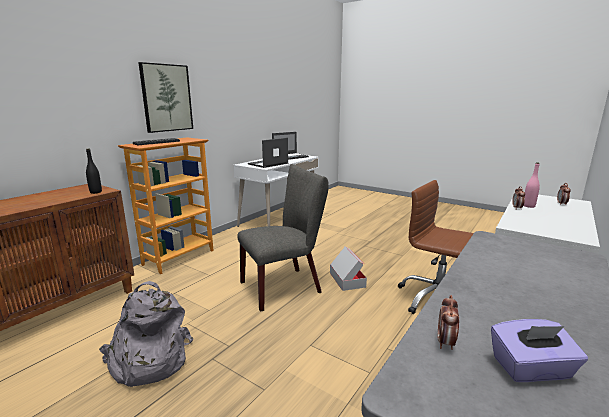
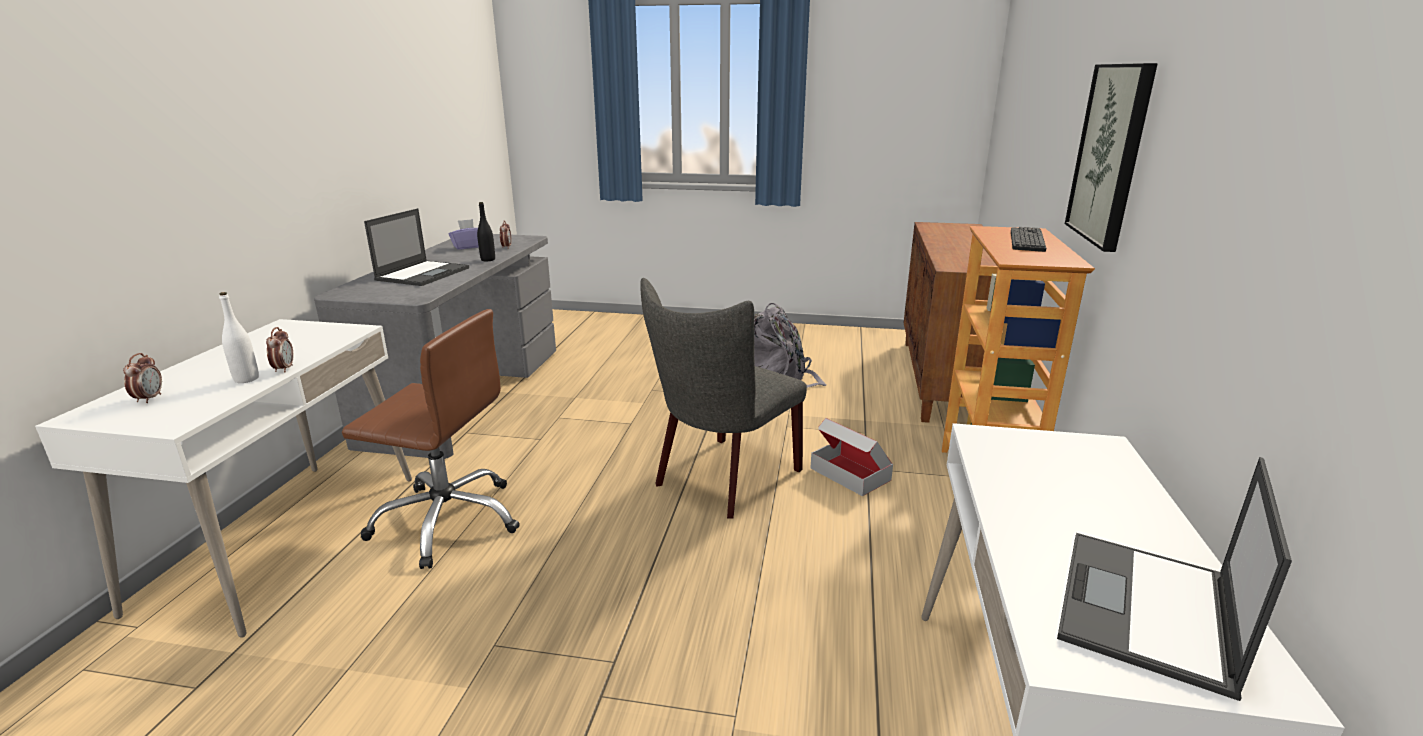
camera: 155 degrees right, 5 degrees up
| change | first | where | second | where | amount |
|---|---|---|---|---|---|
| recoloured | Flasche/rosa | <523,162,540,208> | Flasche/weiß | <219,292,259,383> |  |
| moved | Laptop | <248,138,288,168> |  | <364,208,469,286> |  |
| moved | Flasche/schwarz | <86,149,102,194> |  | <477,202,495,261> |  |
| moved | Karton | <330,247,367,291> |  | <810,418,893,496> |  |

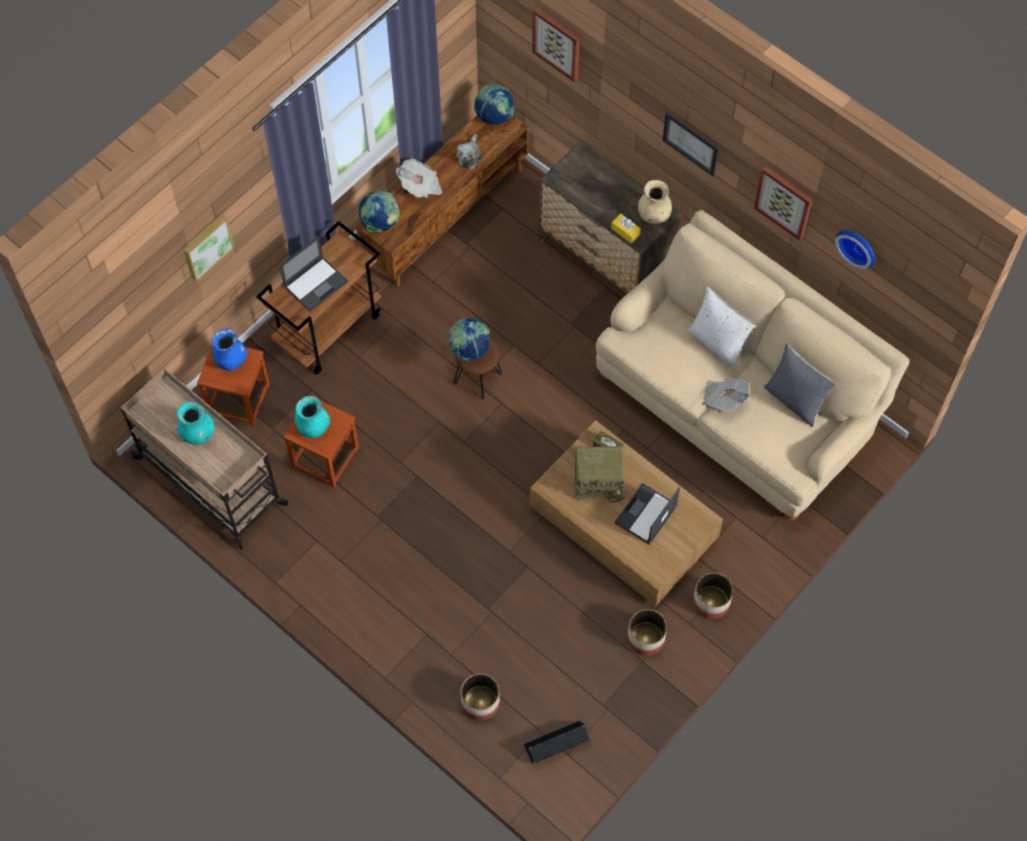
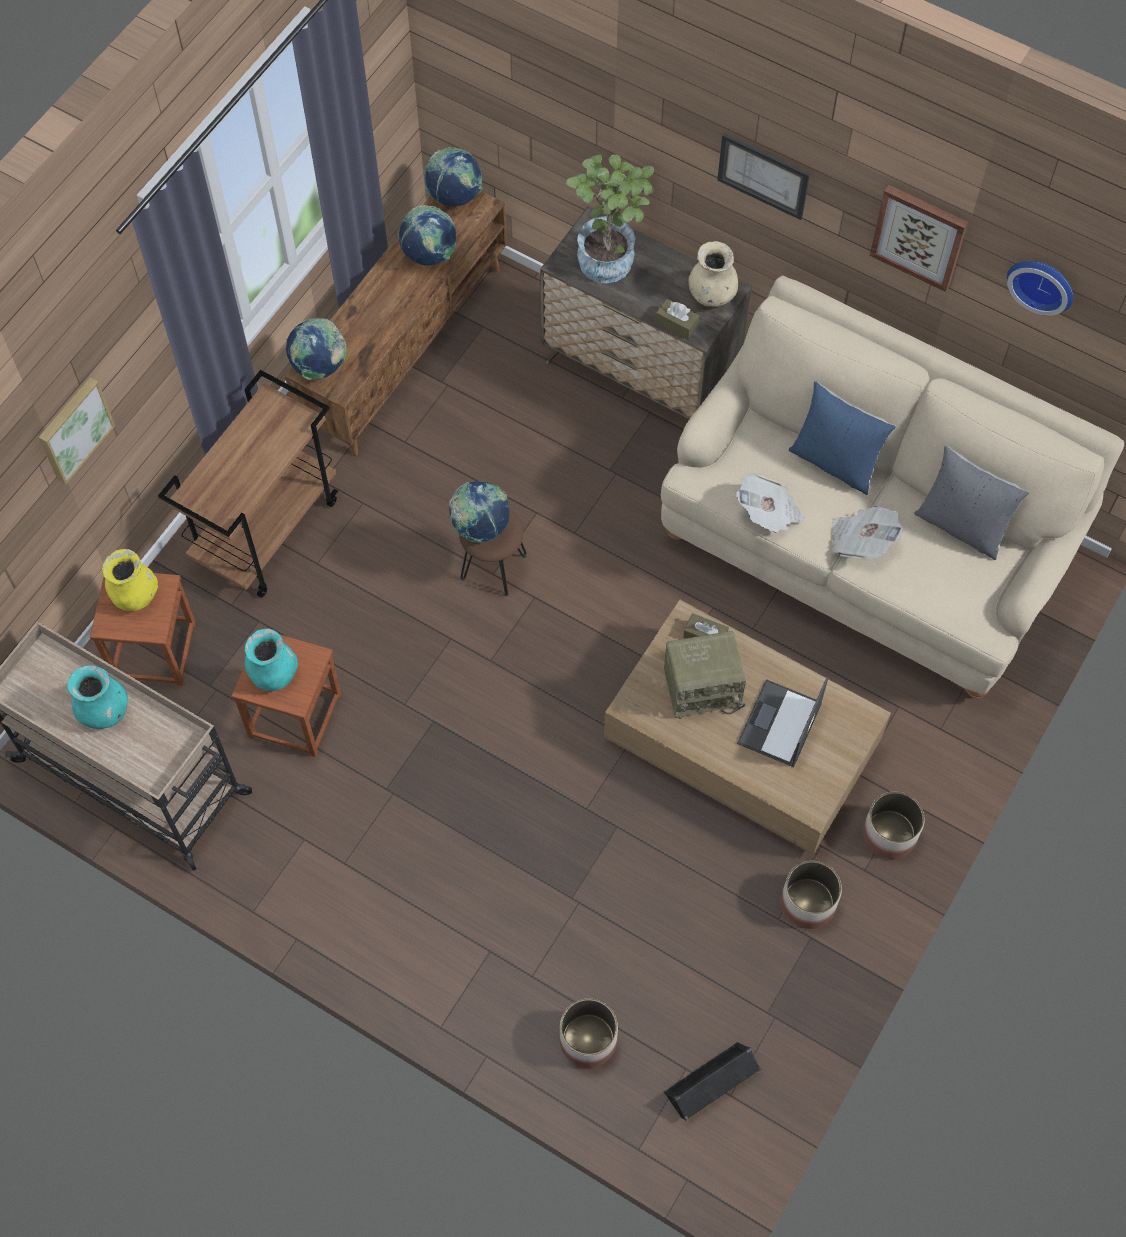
camera: 10 degrees left, 0 degrees up
| change | first | where | second | where | amount |
|---|---|---|---|---|---|
| recoloured | Vase/blau | <212,329,247,371> | Vase/gelb | <102,549,158,611> |  |
| replaced | Plüschtier | <456,134,483,169> | Globus | <398,205,456,266> |  |
| added |  |  | Topfpflanze | <566,155,654,283> |  |
| recoloured | Taschentuchbox/gelb | <611,214,641,243> | Taschentuchbox/braun | <656,299,700,339> |  |
| moved | Zeitung | <396,159,442,198> |  | <736,473,804,533> |  |
| recoloured | Kissen/weiß | <687,286,756,369> | Kissen/blau | <789,381,896,495> |  |
| removed | Laptop | <280,236,348,312> |  |  |  |
| removed | Bild | <532,7,580,82> |  |  |  |

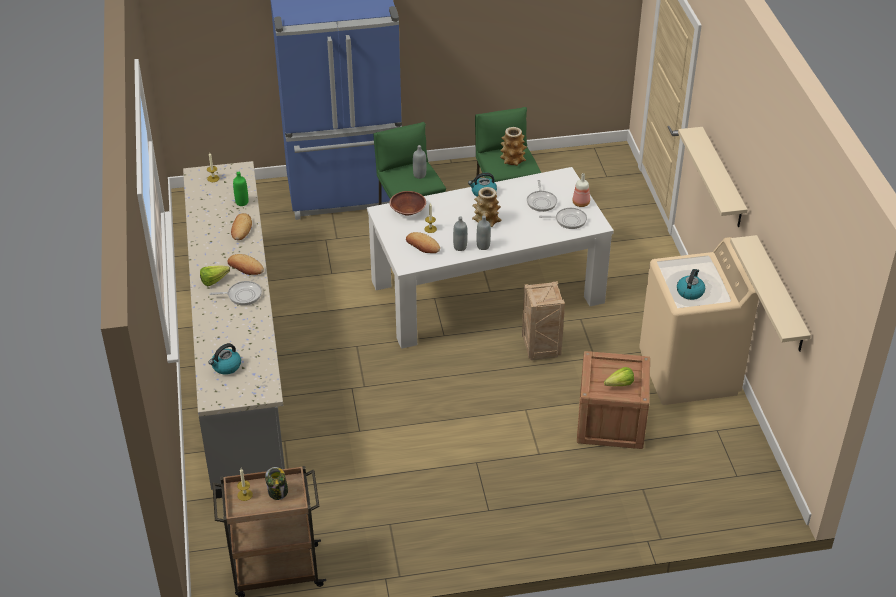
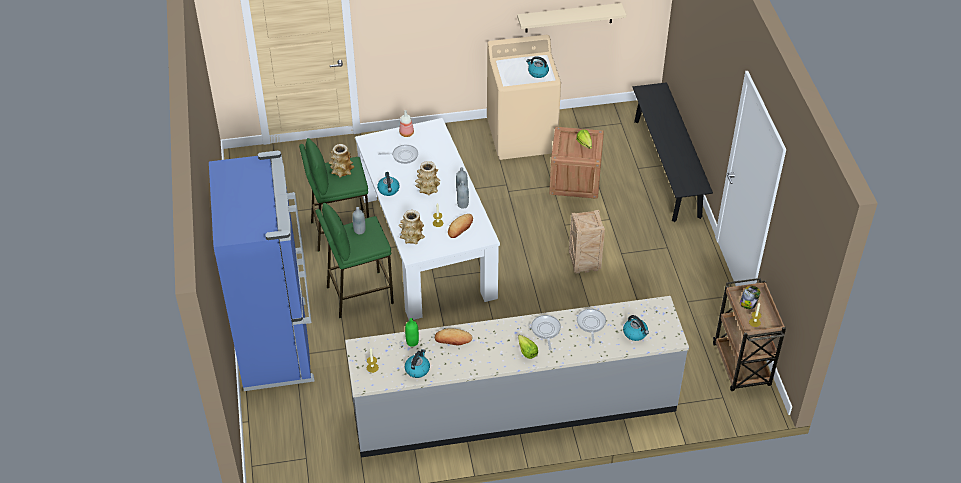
camera: 90 degrees left, 5 degrees up
| change | first | where | second | where | amount |
|---|---|---|---|---|---|
| replaced | Schüssel/braun | <389,191,426,216> | Vase | <399,210,425,244> |  |
| added |  |  | Wasserkessel | <405,349,430,378> |  |
| moved | Kiste | <522,281,565,360> |  | <569,210,605,273> |  |
| moved | Pfanne | <539,208,587,229> |  | <577,309,606,344> |  |
| added |  |  | Bank/schwarz | <633,82,713,222> |  |
| removed | Brot | <227,254,264,275> |  |  |  |
| removed | Wandregal/beige | <678,127,748,227> |  |  |  |

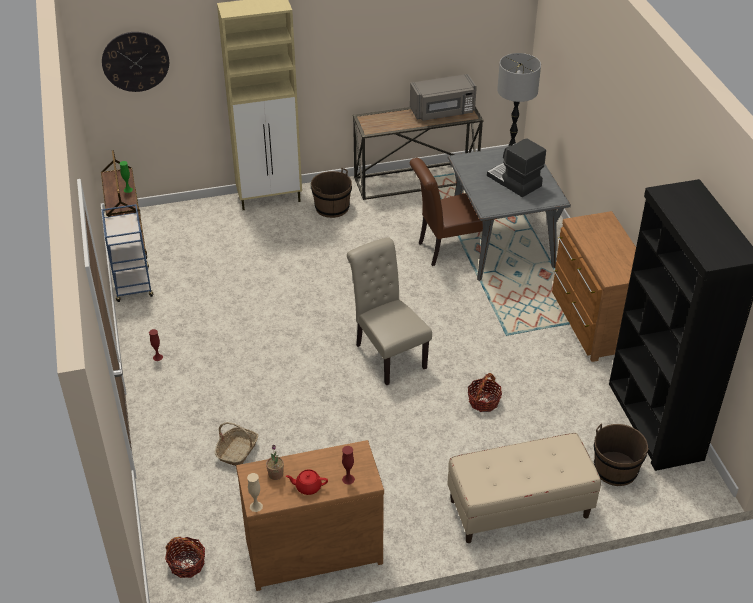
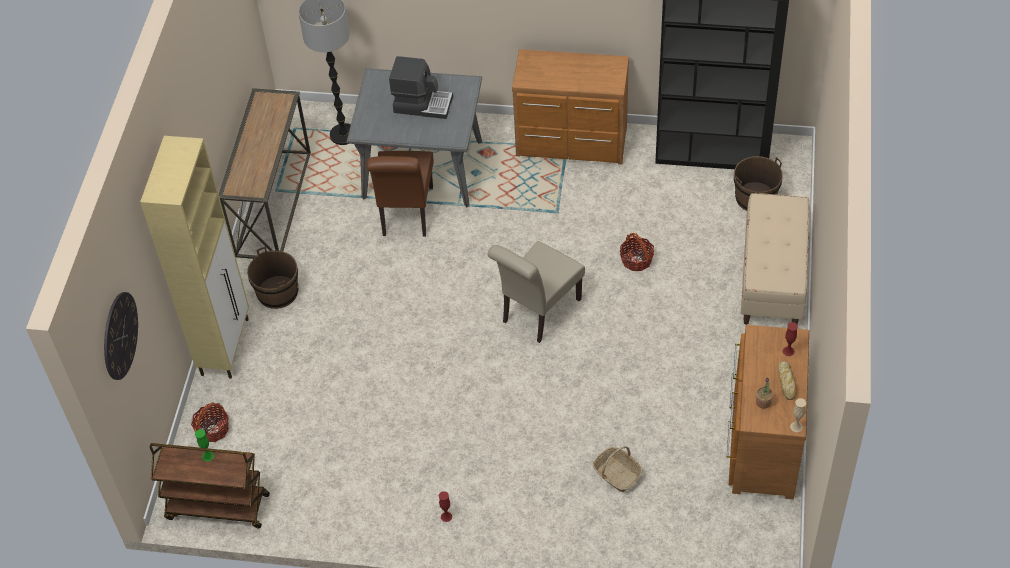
camera: 65 degrees left, 10 degrees up
| change | first | where | second | where | amount |
|---|---|---|---|---|---|
| moved | Korb | <165,537,205,578> |  | <191,403,229,442> |  |
| turned | Kaffeemaschine | <487,139,546,197> |  | <389,56,453,119> | 150 degrees counterclockwise |
| turned | Stuhl/beige | <347,237,432,386> |  | <487,241,585,343> | 45 degrees counterclockwise |
| replaced | Teekanne/rot | <286,470,328,495> | Brot | <778,361,797,400> |  |
| removed | Rollwagen/blau | <101,204,153,302> |  |  |  |
| removed | Mikrowelle/grau | <410,74,477,121> |  |  |  |

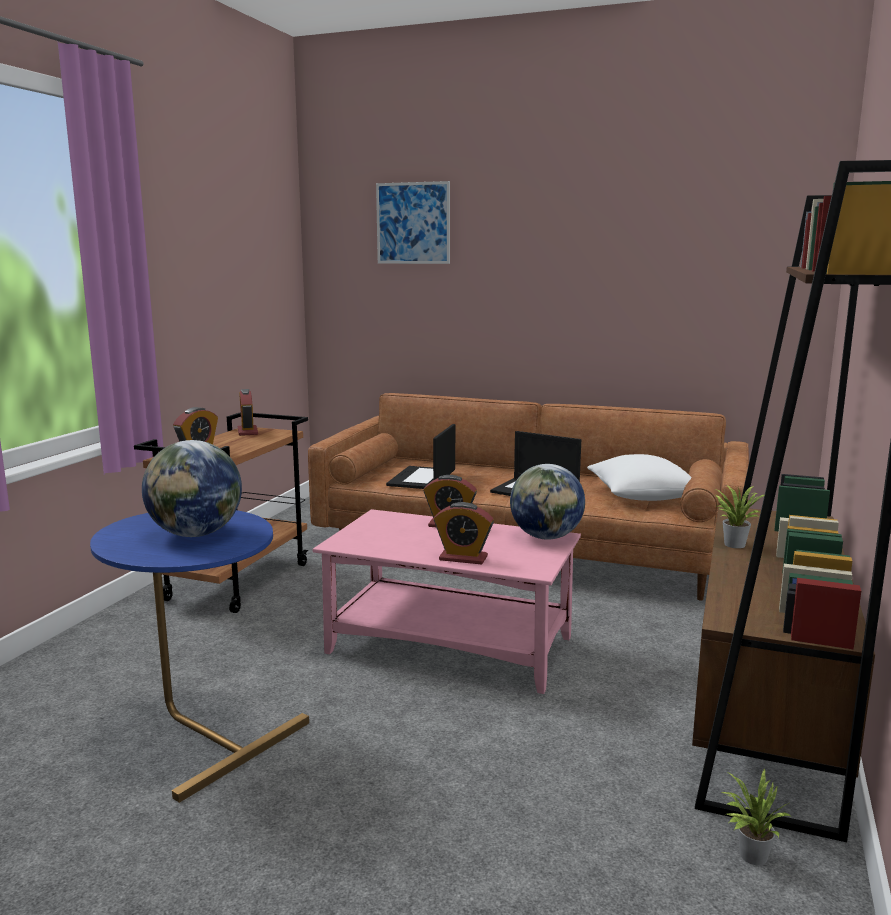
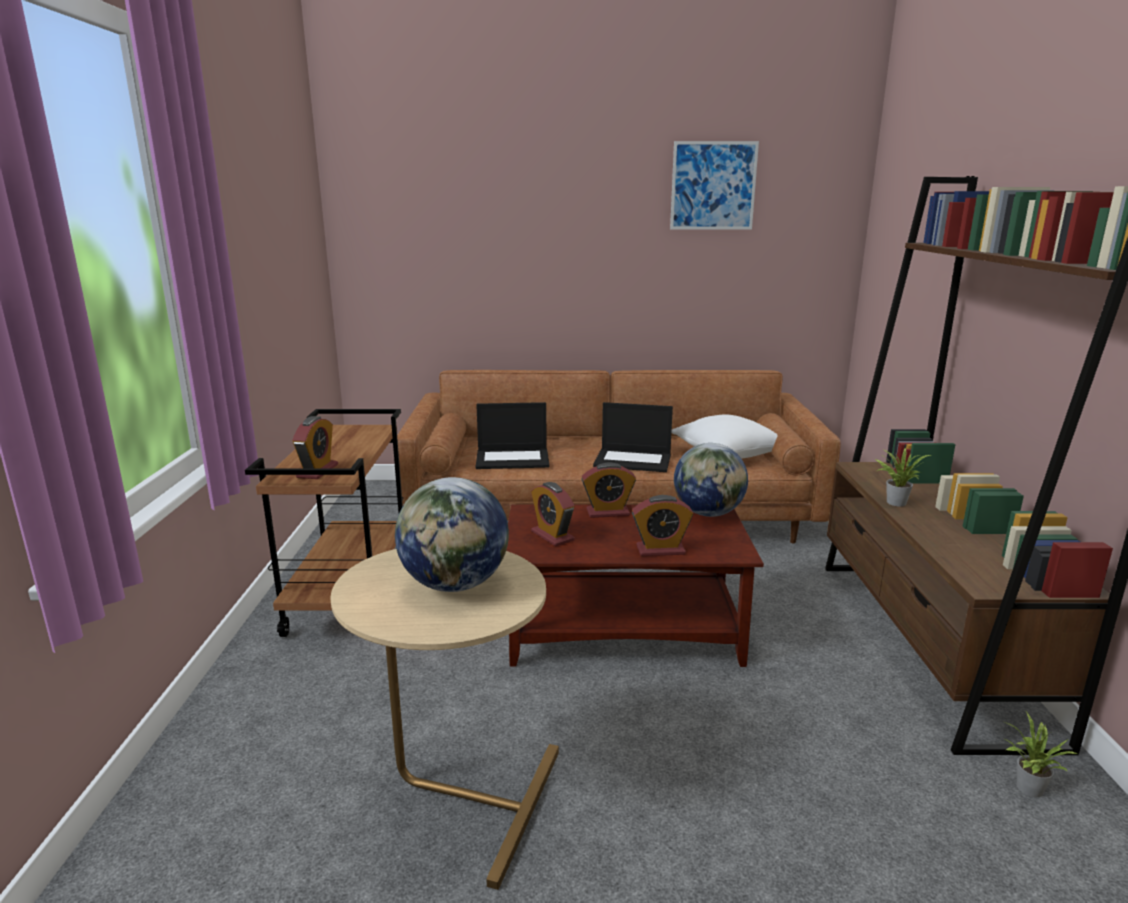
camera: 20 degrees left, 5 degrees up
| change | first | where | second | where | amount |
|---|---|---|---|---|---|
| recoloured | Beistelltisch/blau | <90,510,309,803> | Beistelltisch/beige | <331,549,559,890> |  |
| turned | Laptop | <386,424,455,489> |  | <476,402,549,469> | 90 degrees counterclockwise |
| recoloured | Couchtisch/rosa | <313,509,581,694> | Couchtisch/braun | <506,505,764,667> |  |
| moved | Wecker | <238,389,258,436> |  | <531,482,575,546> |  |
| moved | Bild | <376,181,450,264> |  | <670,141,759,229> |  |

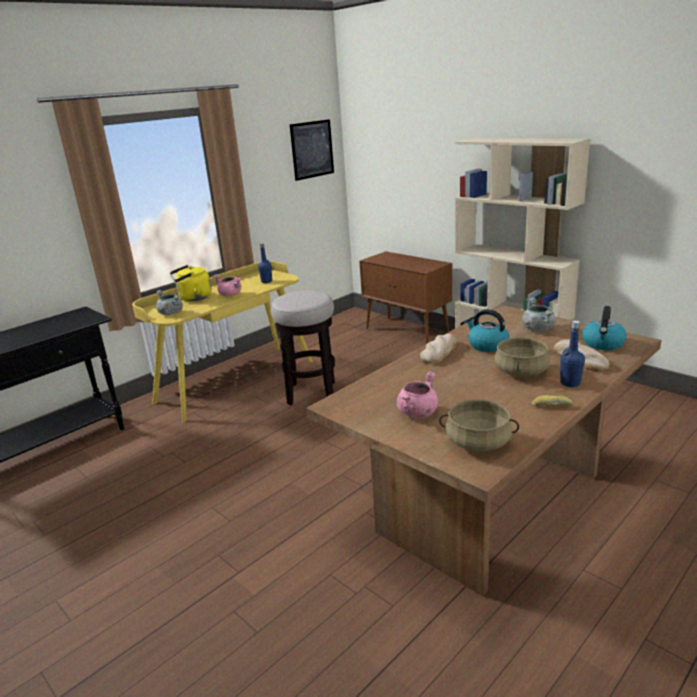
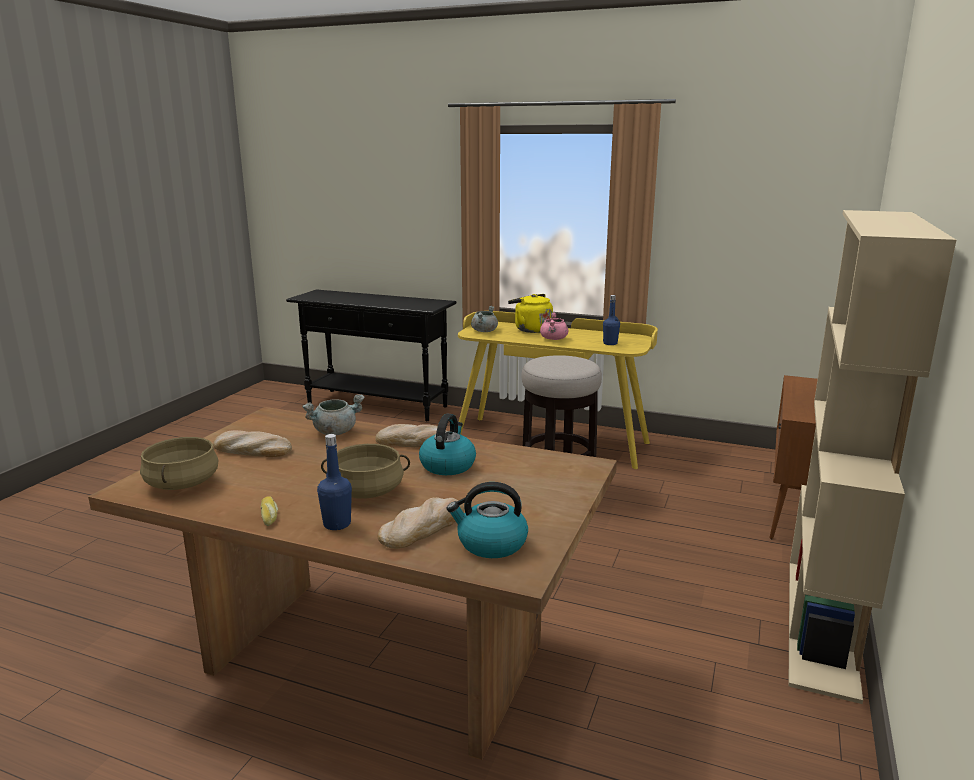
camera: 65 degrees right, 5 degrees down
| change | first | where | second | where | amount |
|---|---|---|---|---|---|
| replaced | Kochtopf/rosa | <397,371,438,418> | Brot | <213,430,292,457> |  |
| moved | Kochtopf/grau | <522,297,556,331> |  | <302,394,365,435> |  |
| removed | Bild | <290,119,334,181> |  |  |  |

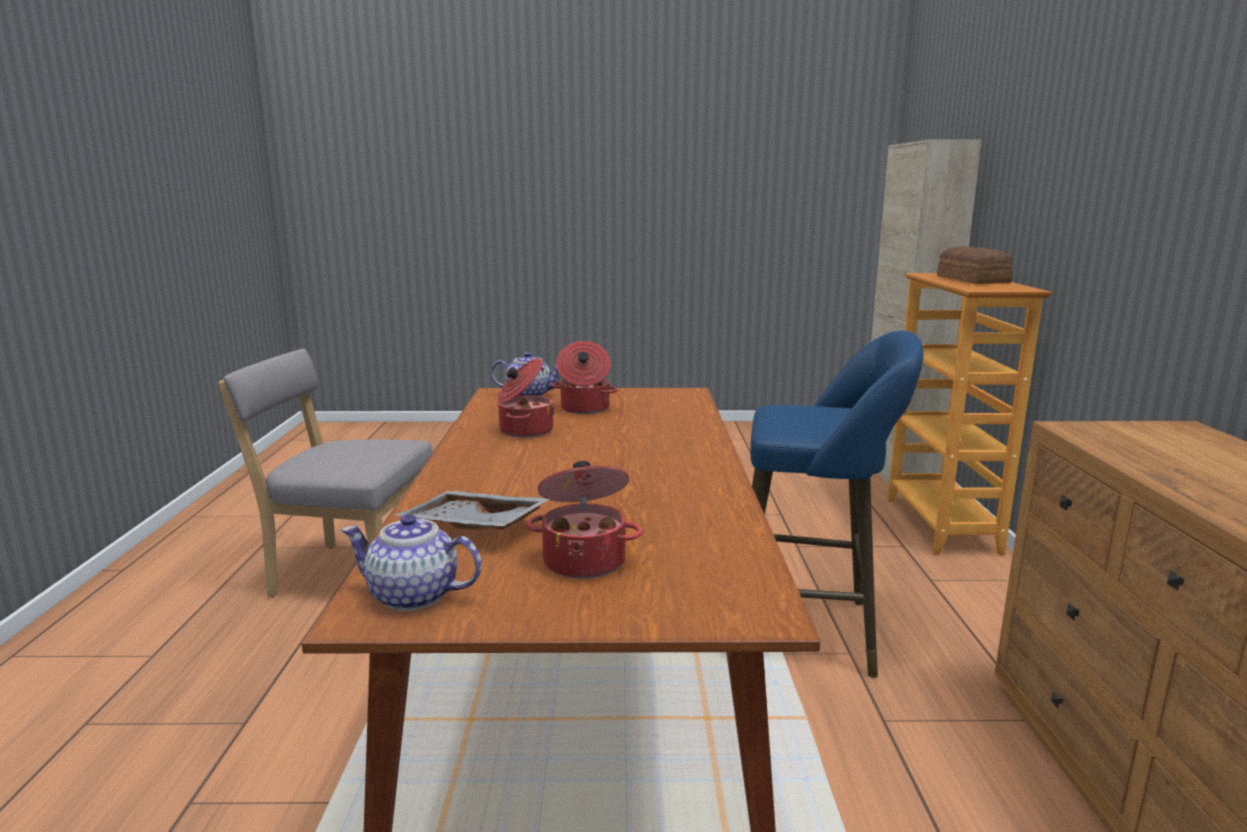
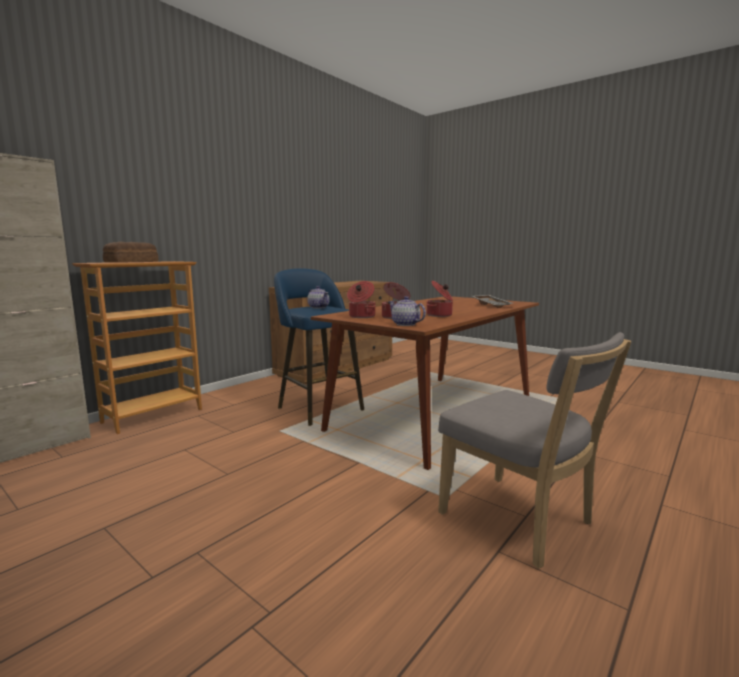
camera: 140 degrees left, 5 degrees down
| change | first | where | second | where | amount |
|---|---|---|---|---|---|
| moved | Teekanne | <341,514,482,611> |  | <307,286,329,308> |  |
| moved | Kochtopf | <527,461,643,579> |  | <347,281,376,318> |  |

